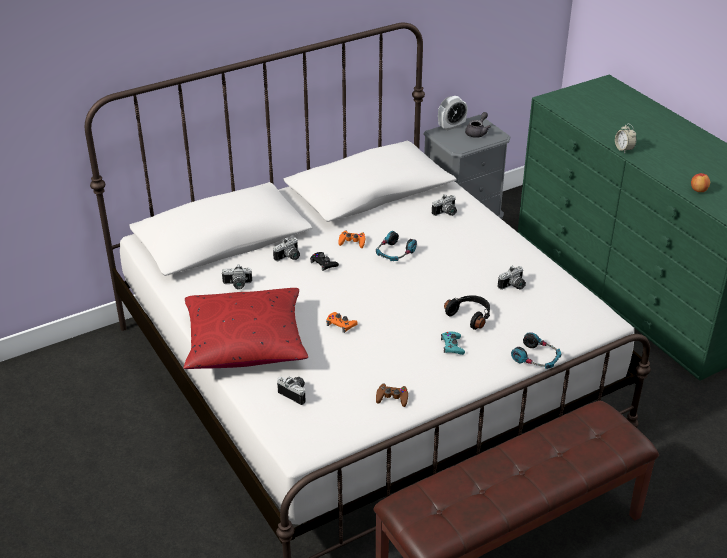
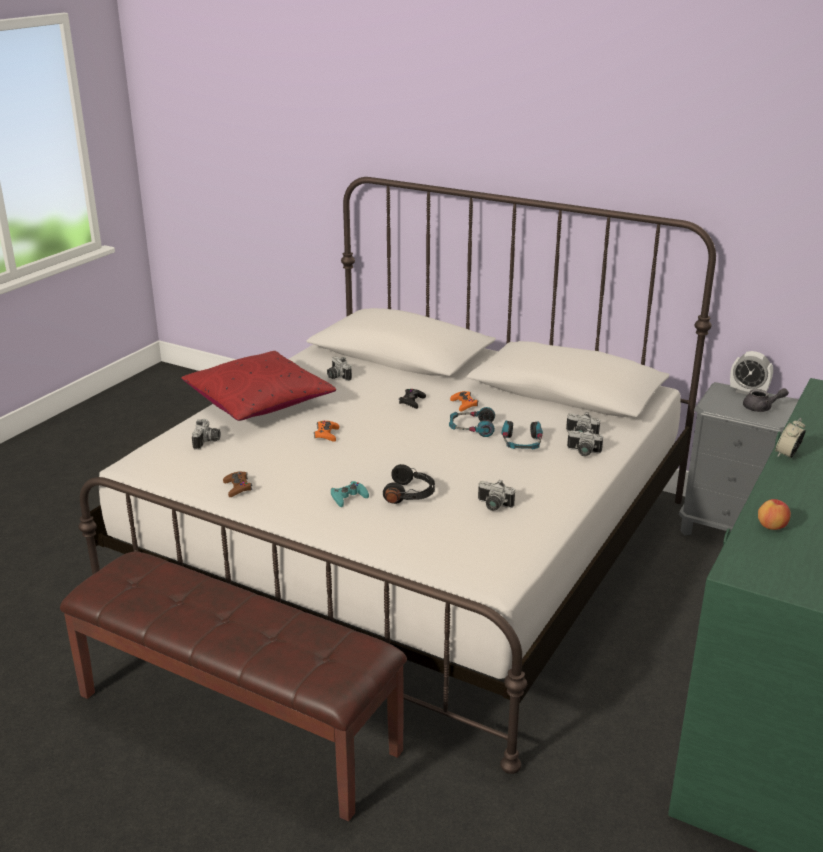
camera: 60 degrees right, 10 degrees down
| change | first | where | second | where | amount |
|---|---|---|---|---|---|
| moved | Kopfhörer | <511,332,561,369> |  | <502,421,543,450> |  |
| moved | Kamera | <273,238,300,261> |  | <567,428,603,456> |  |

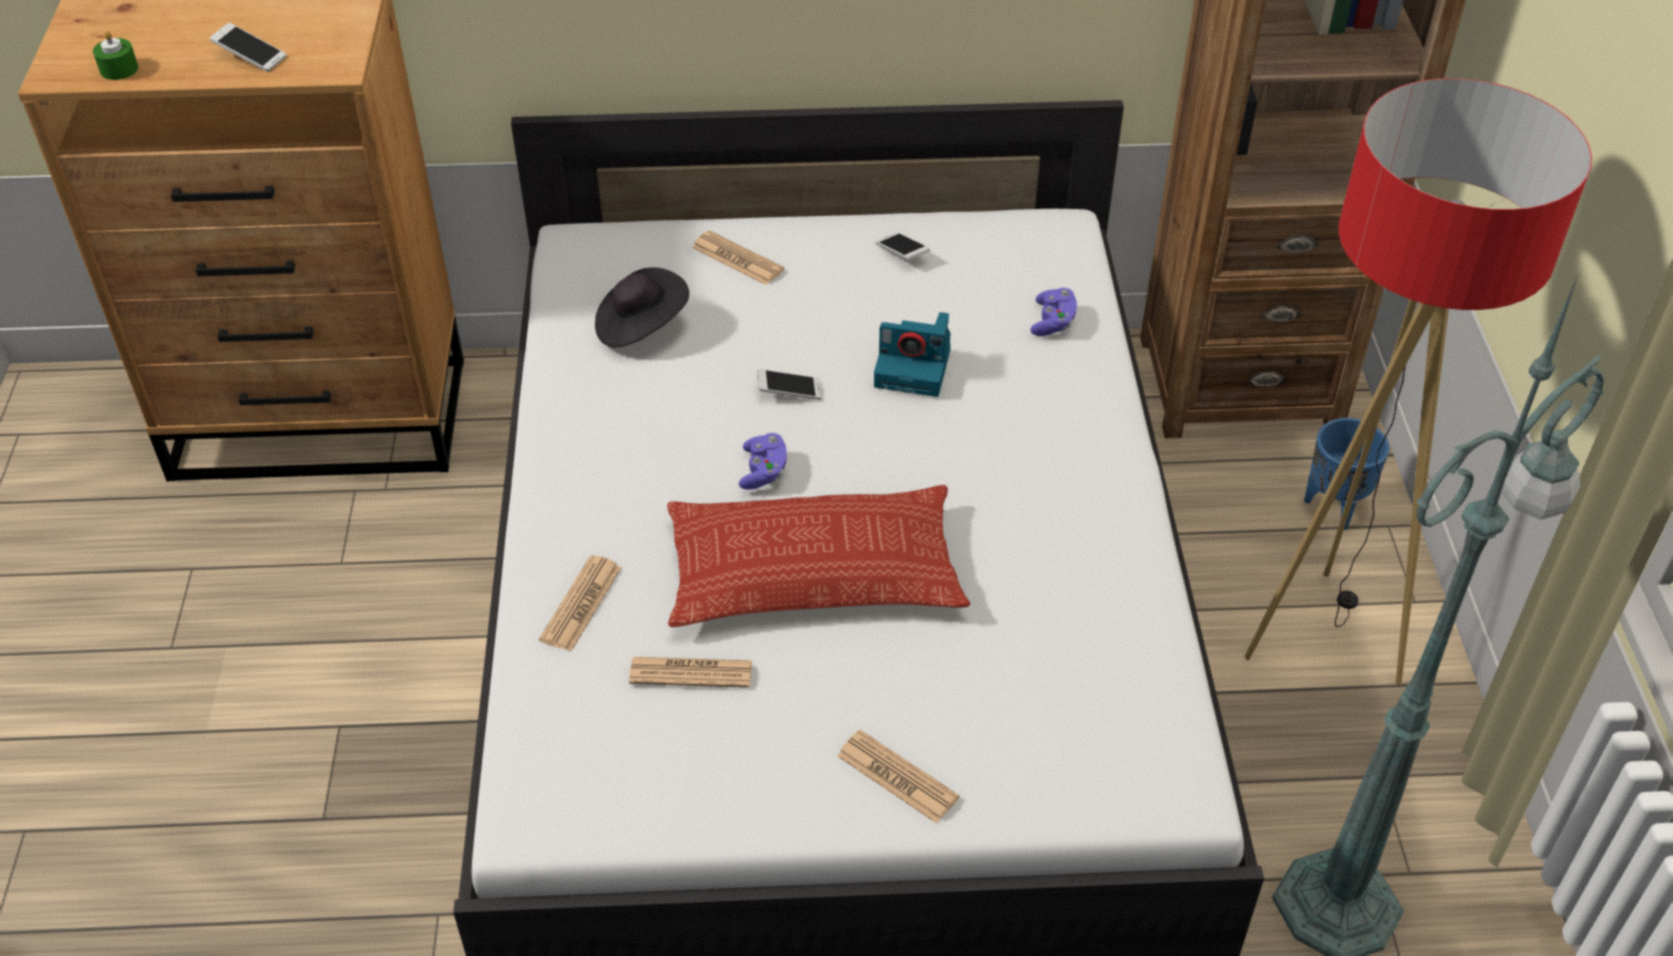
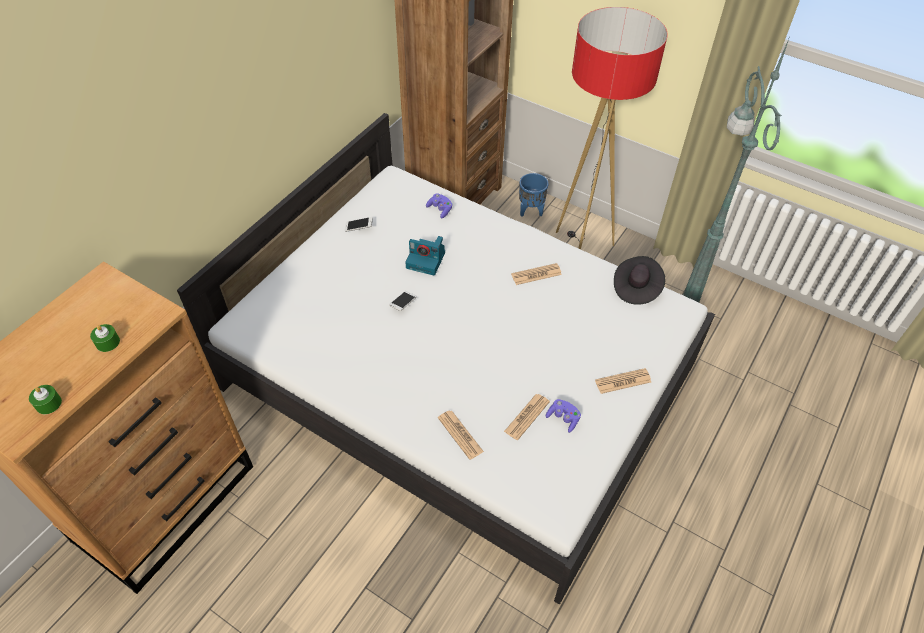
camera: 55 degrees left, 5 degrees up
| change | first | where | second | where | amount |
|---|---|---|---|---|---|
| replaced | Handy | <210,23,286,72> | Kerze/grün | <90,324,120,352> |  |
| turned | Kamera | <874,312,951,397> |  | <405,236,445,276> | 60 degrees clockwise |
| moved | Zeitung | <692,230,784,285> |  | <511,263,562,285> |  |
| moved | Gamepad/lila | <739,433,787,490> |  | <546,399,581,433> |  |
| moved | Hut/schwarz | <595,268,689,348> |  | <614,256,665,305> |  |
| removed | Kissen | <667,485,970,627> |  |  |  |

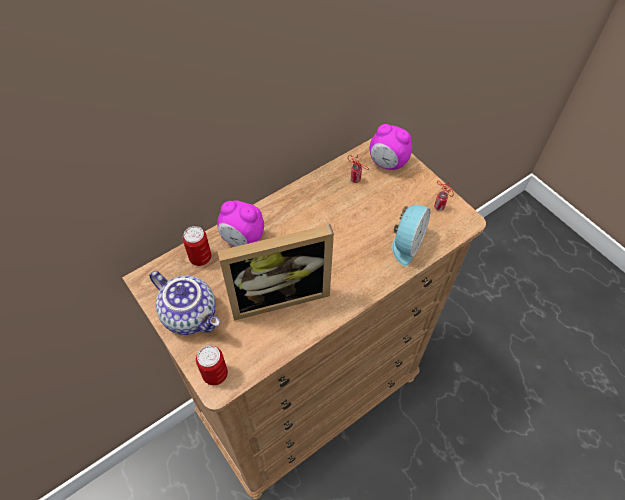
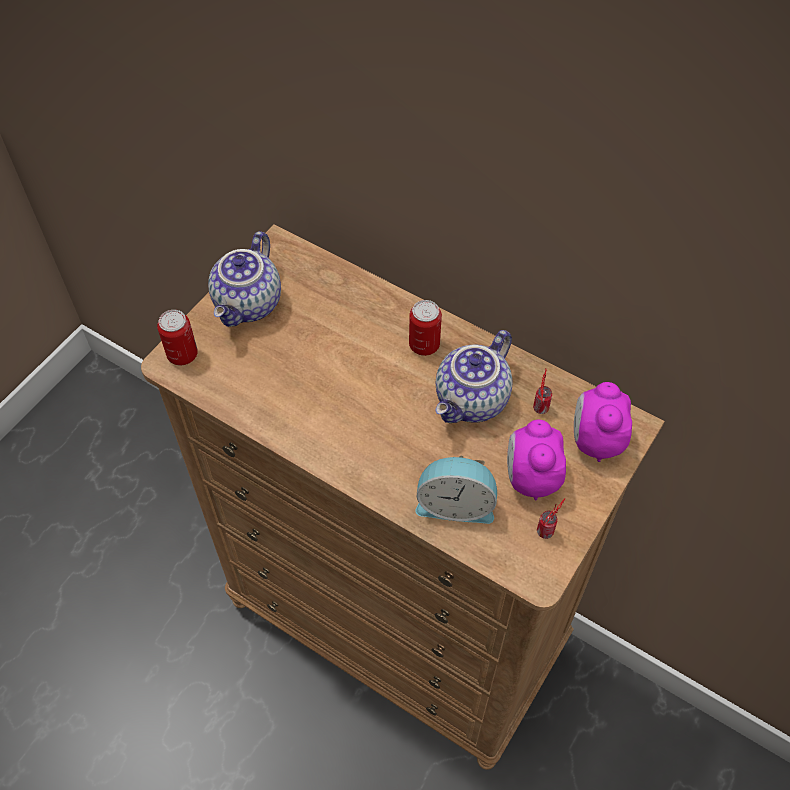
camera: 70 degrees right, 0 degrees up
| change | first | where | second | where | amount |
|---|---|---|---|---|---|
| moved | Dose | <183,226,211,266> |  | <409,300,442,356> |  |
| added |  |  | Teekanne | <436,330,513,423> |  |
| moved | Wecker | <217,200,264,247> |  | <507,420,566,500> |  |
| removed | Bilderrahmen | <217,224,334,321> |  |  |  |

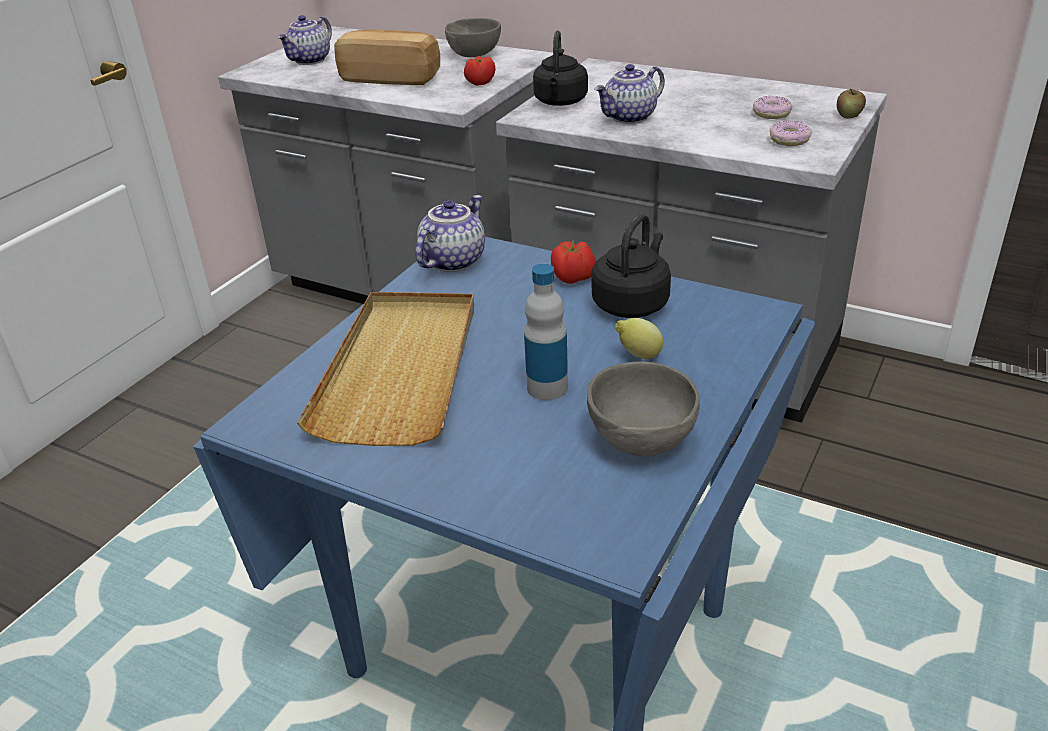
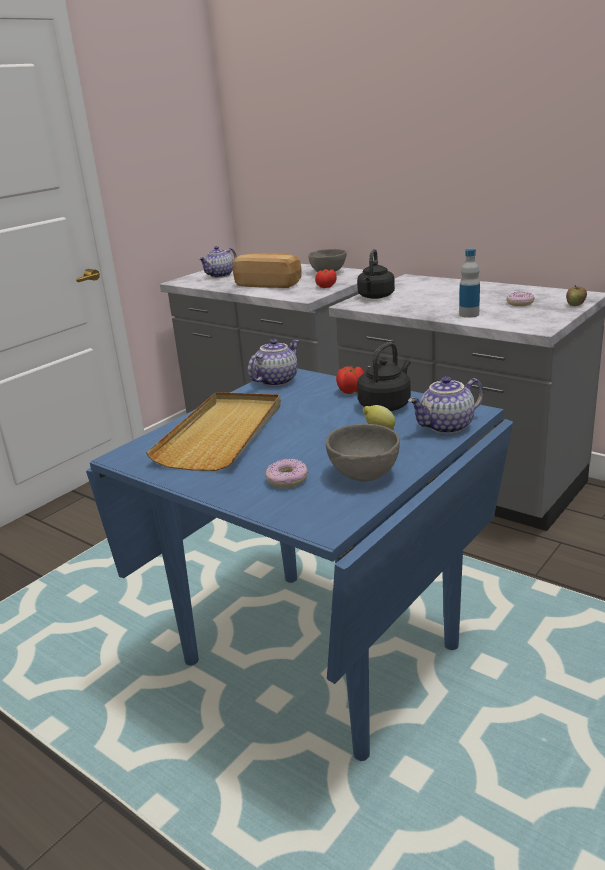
camera: 10 degrees right, 10 degrees down
| change | first | where | second | where | amount |
|---|---|---|---|---|---|
| moved | Donut | <770,120,812,146> |  | <265,459,308,488> |  |
| moved | Teekanne | <594,64,665,124> |  | <408,376,484,434> |  |
| moved | Flasche | <524,264,568,400> |  | <459,249,480,318> |  |

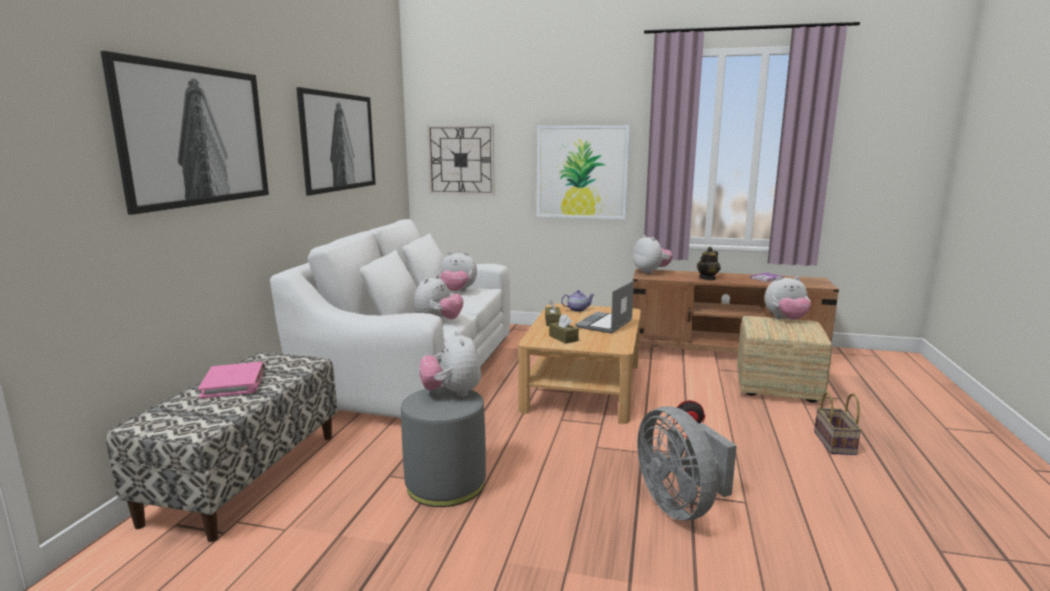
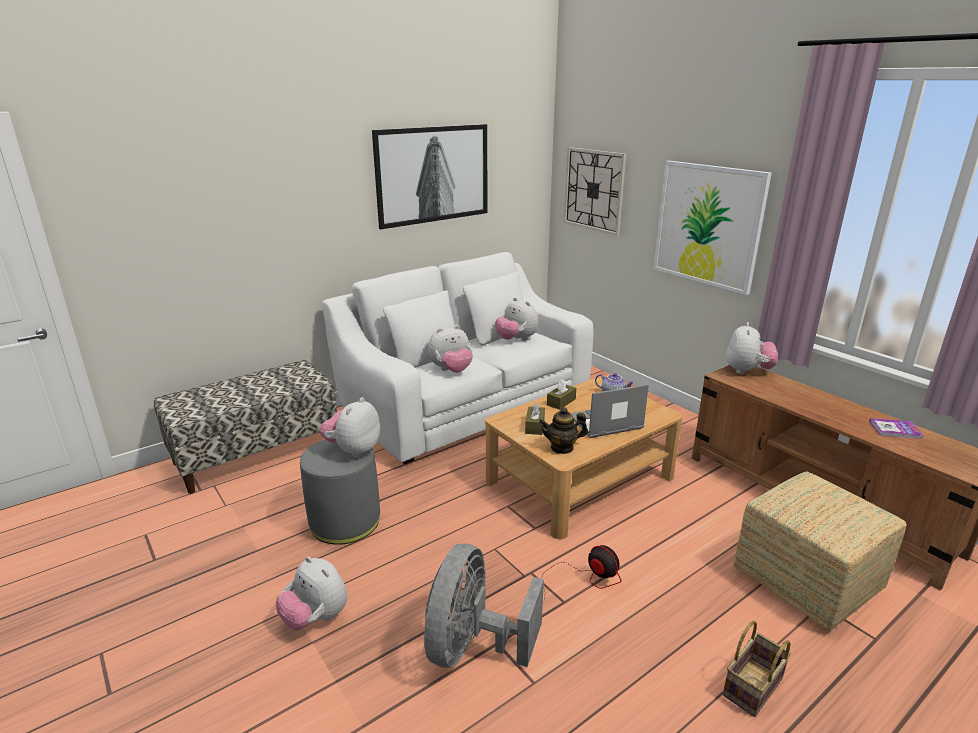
camera: 40 degrees right, 10 degrees up
| change | first | where | second | where | amount |
|---|---|---|---|---|---|
| moved | Plüschtier | <765,276,811,320> |  | <276,556,347,630> |  |
| moved | Teekanne | <697,247,721,280> |  | <539,407,588,454> |  |
| removed | Bild | <100,51,269,215> |  |  |  |
| removed | Buch/rosa | <198,362,265,399> |  |  |  |

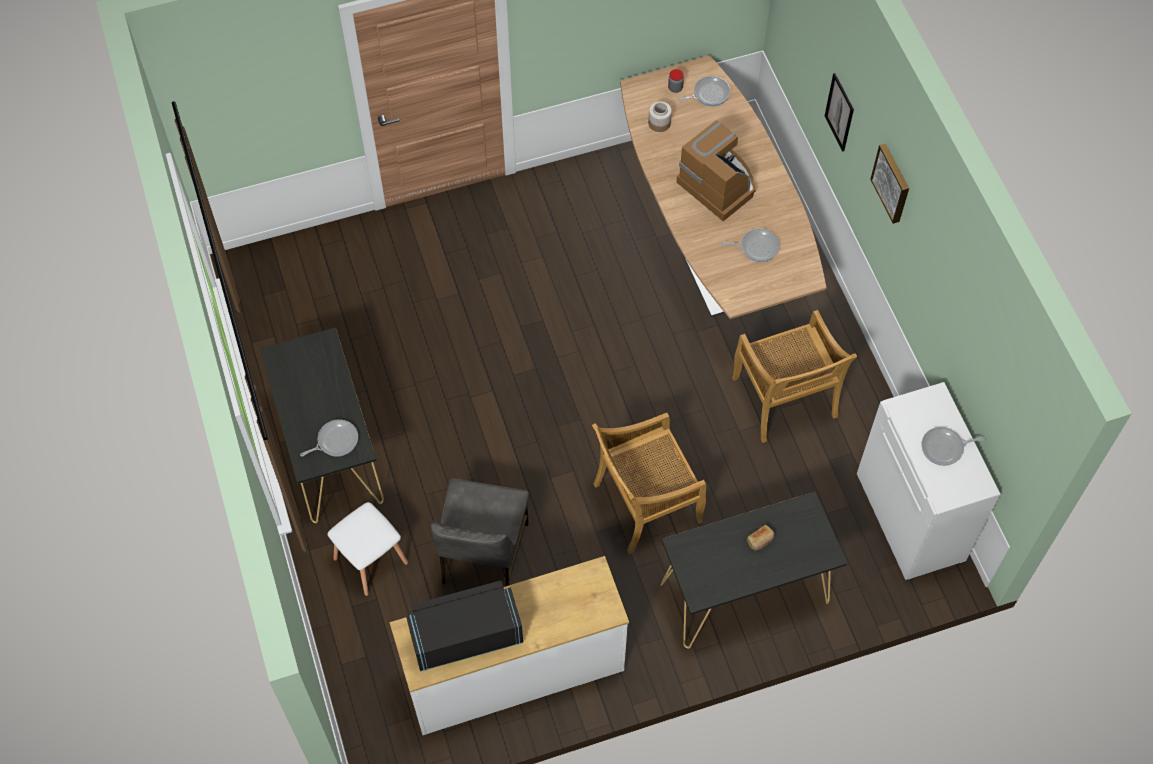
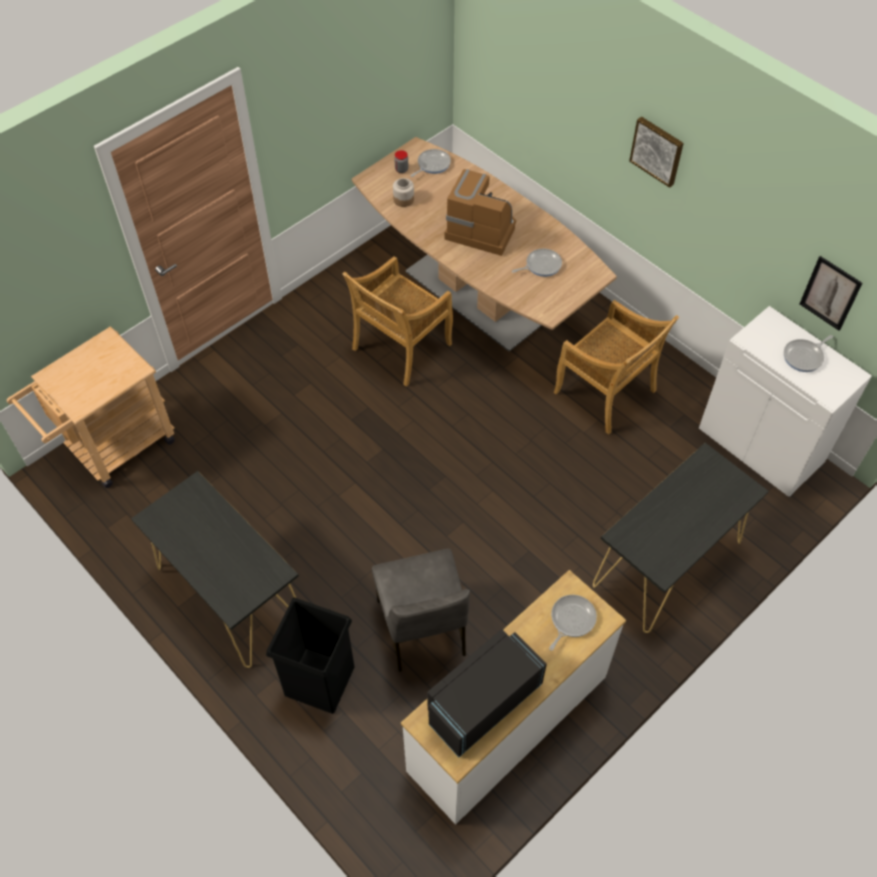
camera: 25 degrees left, 5 degrees down
| change | first | where | second | where | amount |
|---|---|---|---|---|---|
| added |  |  | Rollwagen/beige | <7,326,175,488> |  |
| replaced | Hocker/weiß | <328,502,408,596> | Mülleimer/schwarz | <266,598,355,714> |  |
| moved | Stuhl/beige | <592,413,706,554> |  | <342,257,453,387> |  |
| moved | Pfanne | <300,419,358,457> |  | <549,595,597,651> |  |
| moved | Bild | <825,73,854,152> |  | <800,256,862,331> |  |
| removed | Brot | <747,525,774,550> |  |  |  |

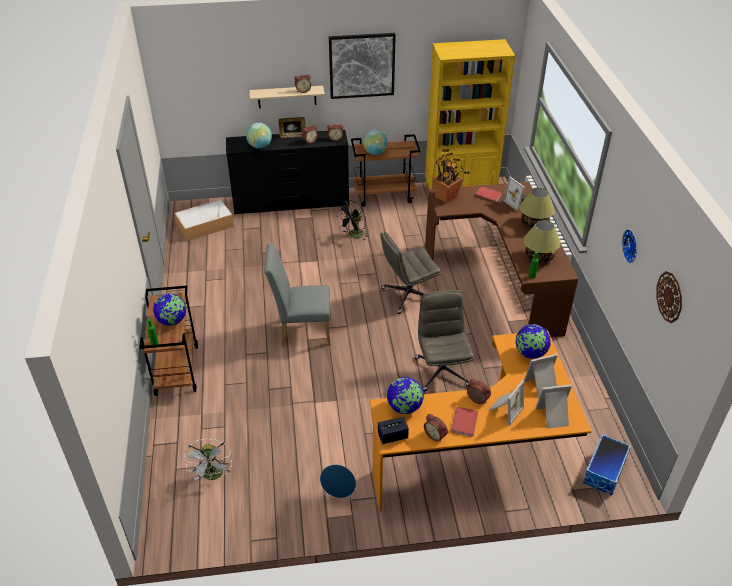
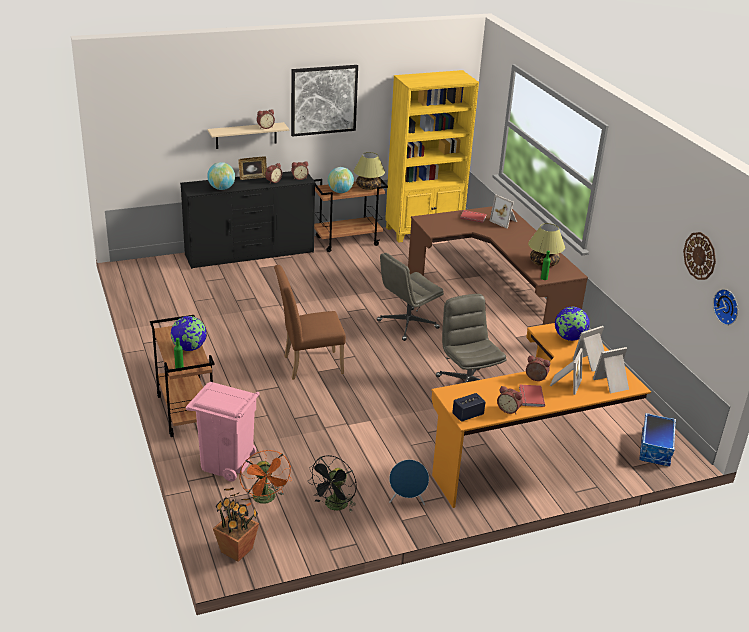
camera: 15 degrees left, 10 degrees down
| change | first | where | second | where | amount |
|---|---|---|---|---|---|
| added |  |  | Mülleimer/rosa | <186,382,260,482> |  |
| moved | Topfpflanze | <432,149,463,204> |  | <213,488,259,562> |  |
| recoloured | Ventilator/weiß | <184,439,233,480> | Ventilator/orange | <239,450,291,506> |  |
| recoloured | Stuhl/grau | <264,243,331,346> | Stuhl/braun | <274,265,346,380> |  |
| moved | Ventilator/schwarz | <337,200,369,240> |  | <308,455,357,512> |  |
| moved | Tischlampe | <520,188,555,228> |  | <354,152,385,190> |  |
| moved | Wanduhr | <622,229,637,264> |  | <713,289,738,325> |  |
| removed | Aufbewahrungsbox | <175,199,234,241> |  |  |  |
| removed | Globus | <387,377,424,414> |  |  |  |

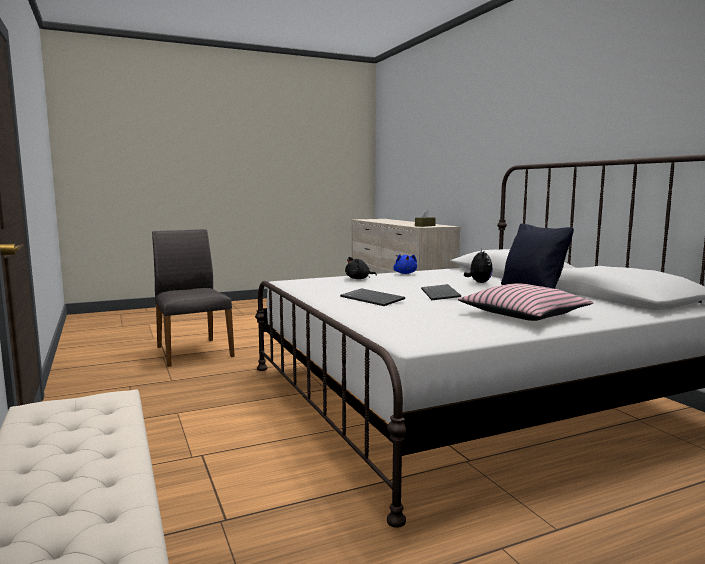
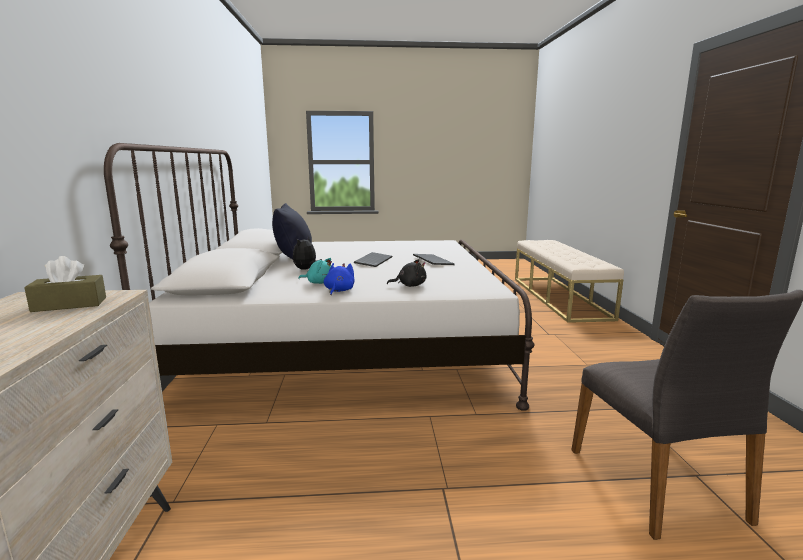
camera: 160 degrees left, 5 degrees up
| change | first | where | second | where | amount |
|---|---|---|---|---|---|
| added |  |  | Plüschtier/türkis | <298,258,332,284> |  |
| removed | Kissen/rosa | <458,283,593,321> |  |  |  |

